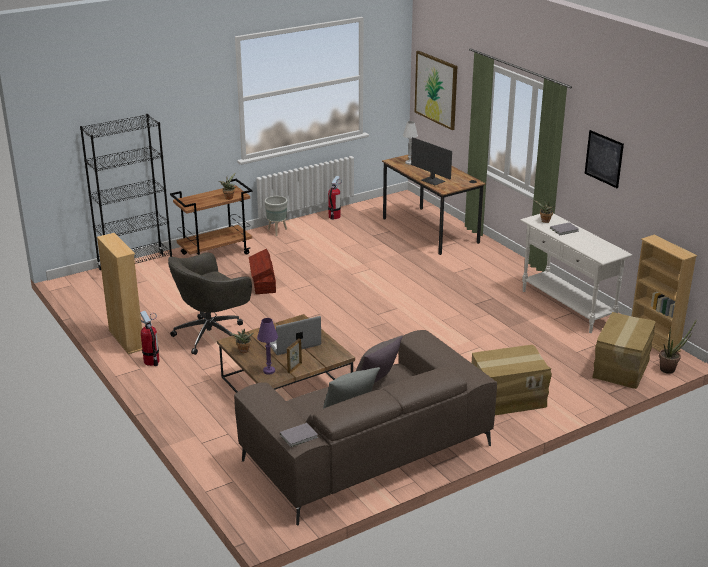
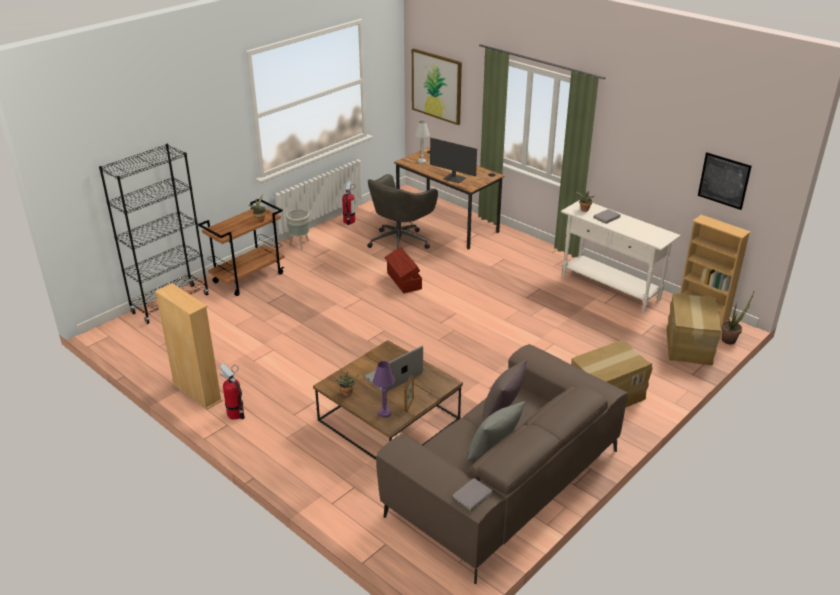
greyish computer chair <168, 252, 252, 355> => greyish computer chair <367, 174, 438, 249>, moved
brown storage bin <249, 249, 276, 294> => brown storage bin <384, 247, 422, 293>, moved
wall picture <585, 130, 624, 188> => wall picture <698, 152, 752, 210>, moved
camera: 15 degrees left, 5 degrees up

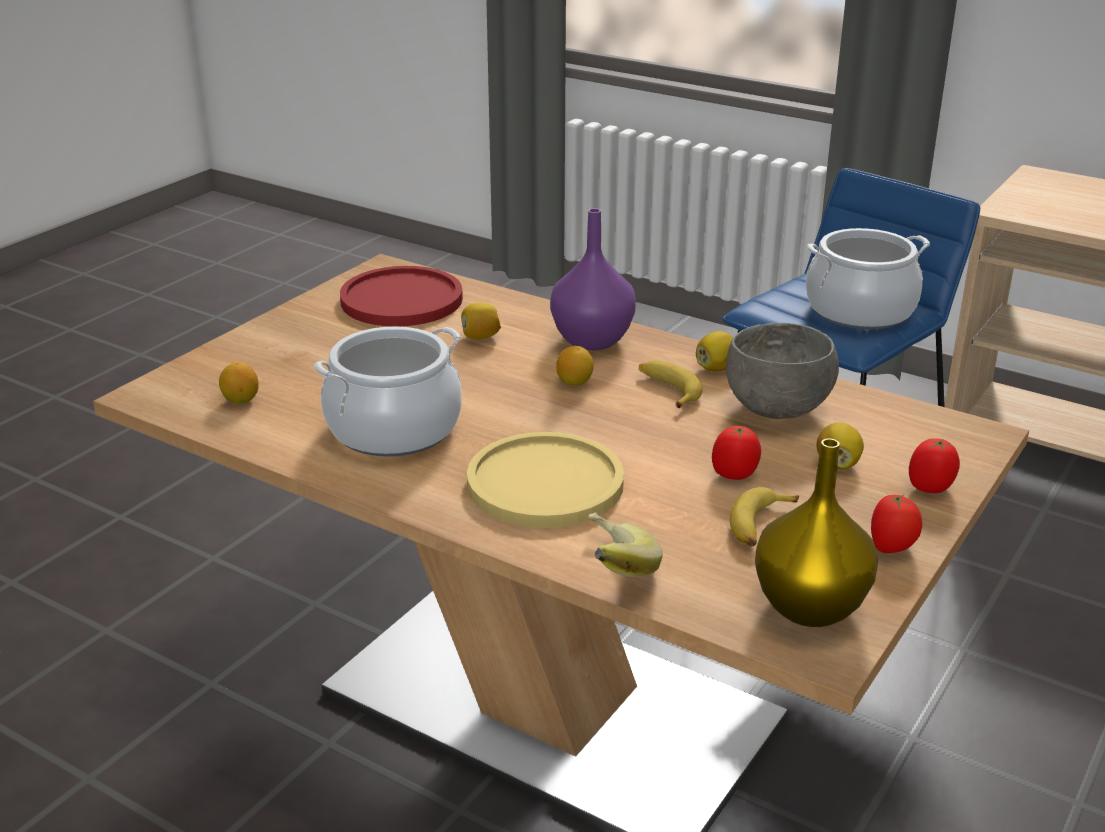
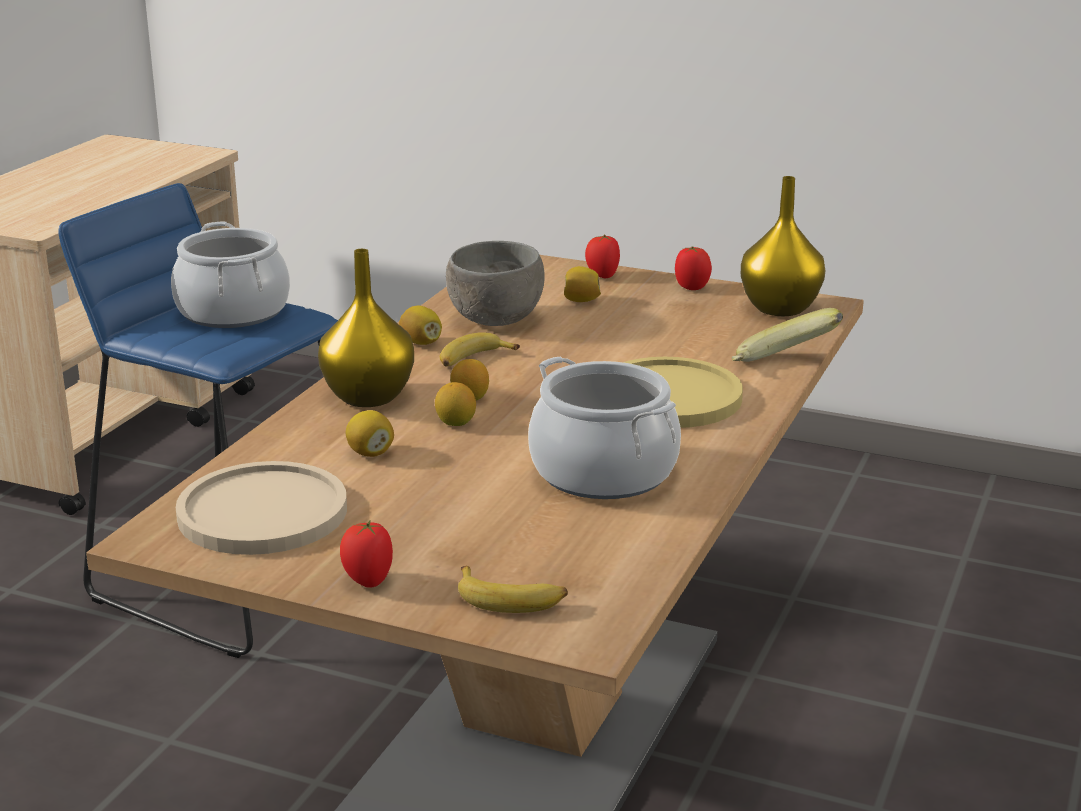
red dinner plate <340, 266, 463, 327> => sand-coloured dinner plate <176, 461, 347, 555>
purple-coloured flower vase <550, 208, 636, 350> => yellow-coloured flower vase <318, 249, 414, 407>
fresh tomato <712, 426, 761, 480> => fresh tomato <340, 520, 393, 588>, moved
whole lemon <219, 362, 259, 404> => whole lemon <435, 382, 476, 426>, moved
banana <730, 487, 799, 546> => banana <458, 566, 568, 613>, moved
camera: 100 degrees left, 5 degrees down

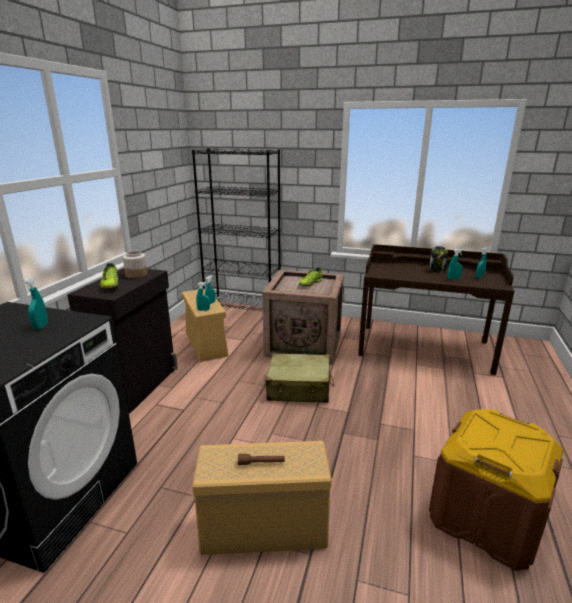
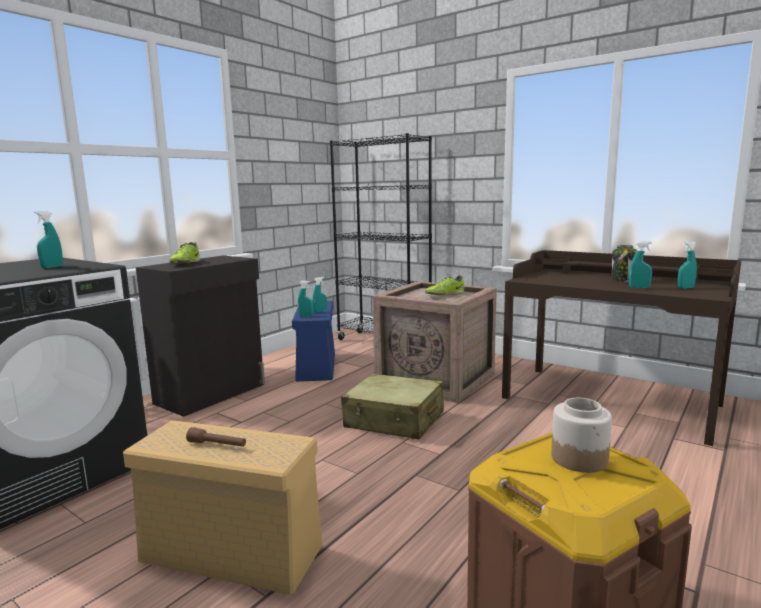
sand-coloured storage bin <182, 289, 229, 362> => blue-coloured storage bin <292, 301, 335, 382>
storage jar <123, 251, 148, 278> => storage jar <551, 398, 612, 473>, moved
camera: 20 degrees right, 10 degrees down

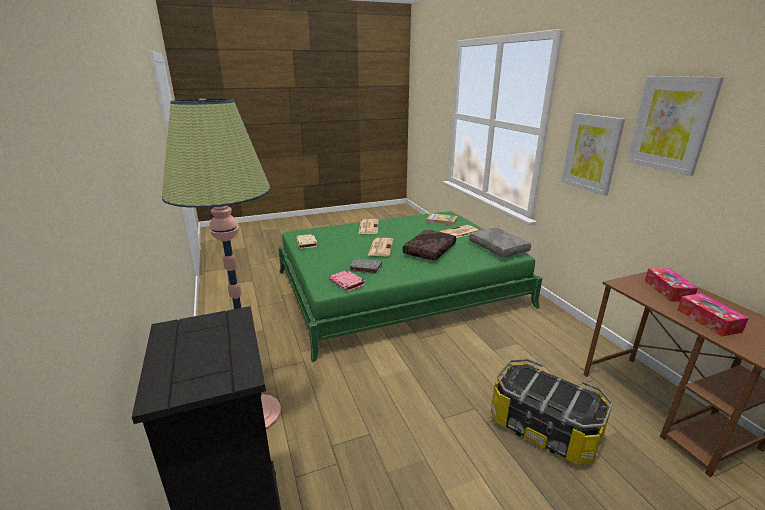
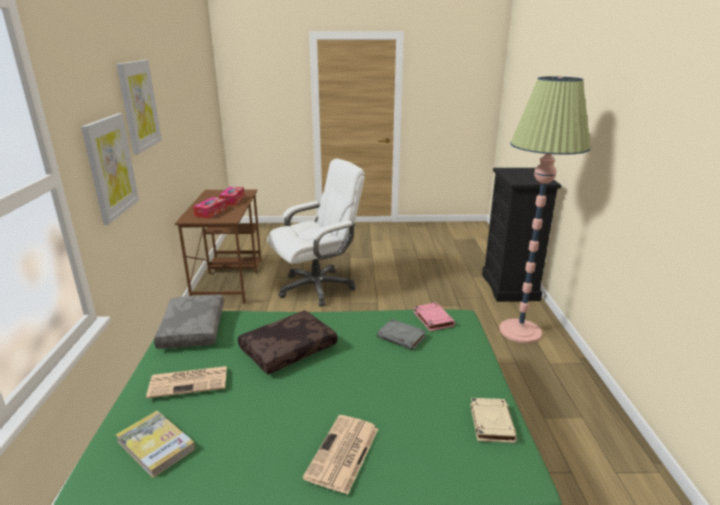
storage bin <491, 358, 613, 465> => white computer chair <267, 159, 365, 307>
newspaper <368, 238, 394, 256> => nothing
camera: 160 degrees left, 0 degrees up

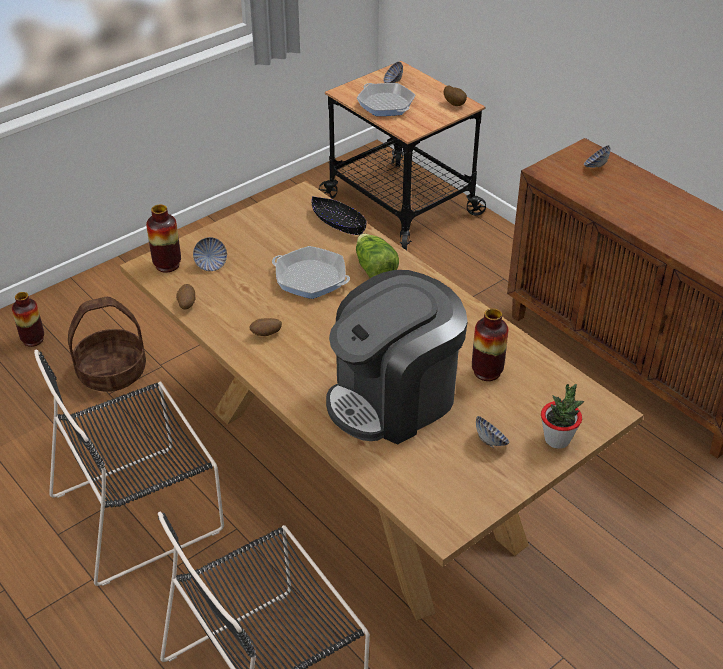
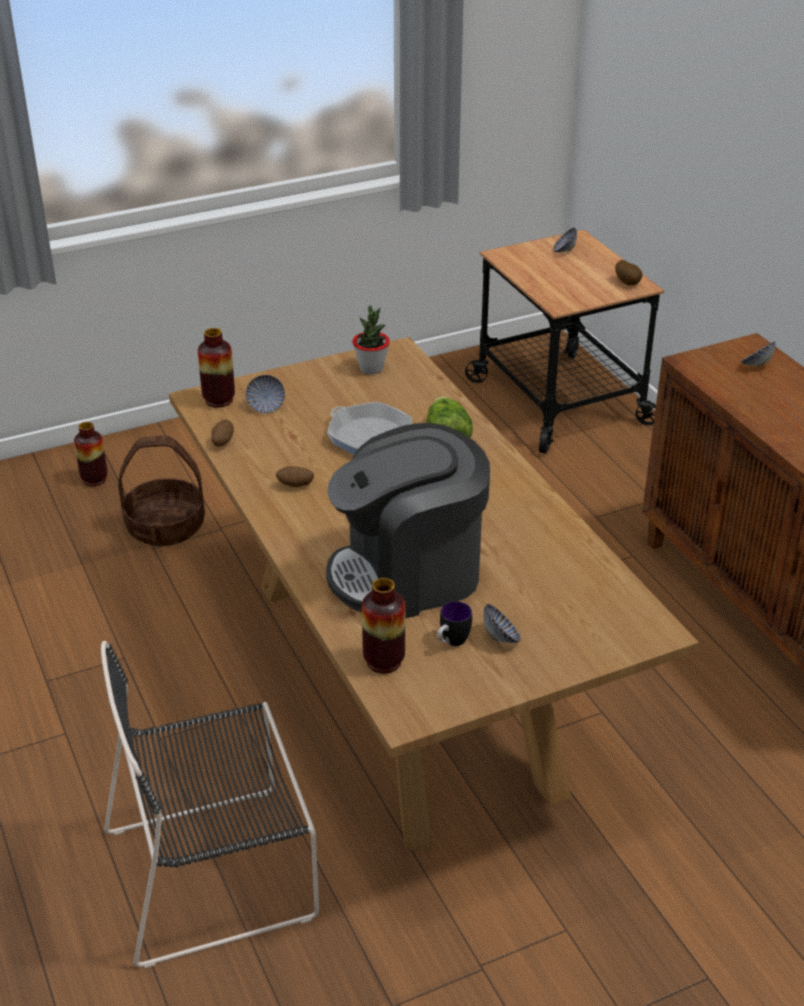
plant in a pot <541, 384, 584, 449> => plant in a pot <352, 305, 390, 374>, moved
flower vase <472, 308, 508, 381> => flower vase <362, 578, 405, 673>, moved
nothing => mug <437, 601, 472, 646>
black-coloured plain chair <34, 349, 224, 586> => nothing
black-coloured bowl <312, 196, 367, 235> => nothing
pan <357, 83, 415, 116> => nothing
camera: 15 degrees right, 5 degrees down

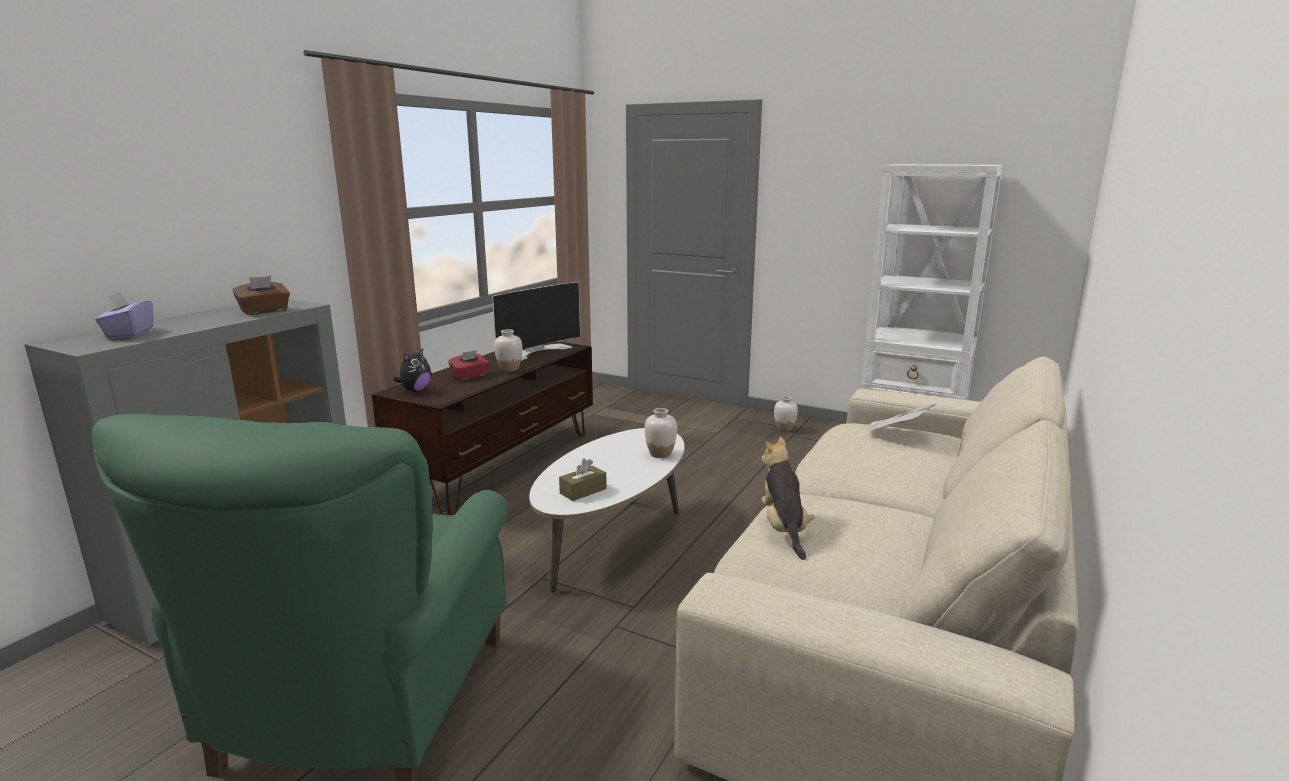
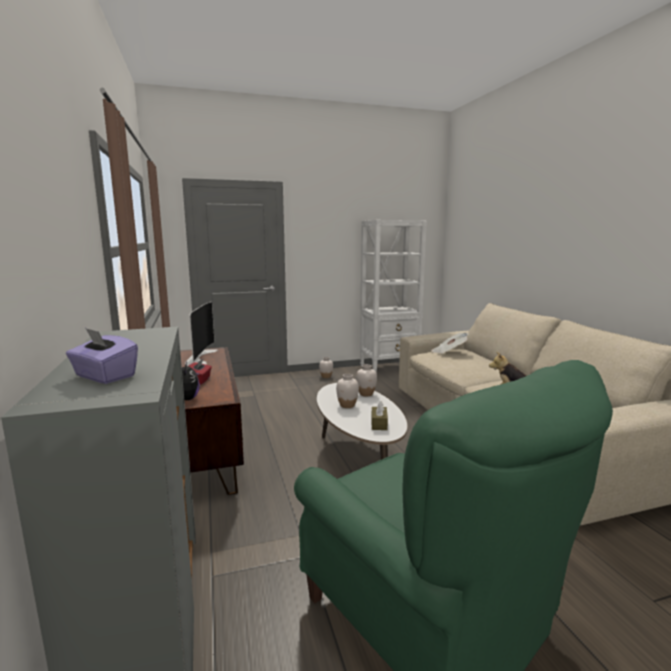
white flower vase <494, 329, 523, 372> => white flower vase <336, 374, 359, 408>, moved
brown tissue holder <232, 276, 290, 315> => nothing
camera: 45 degrees left, 5 degrees down

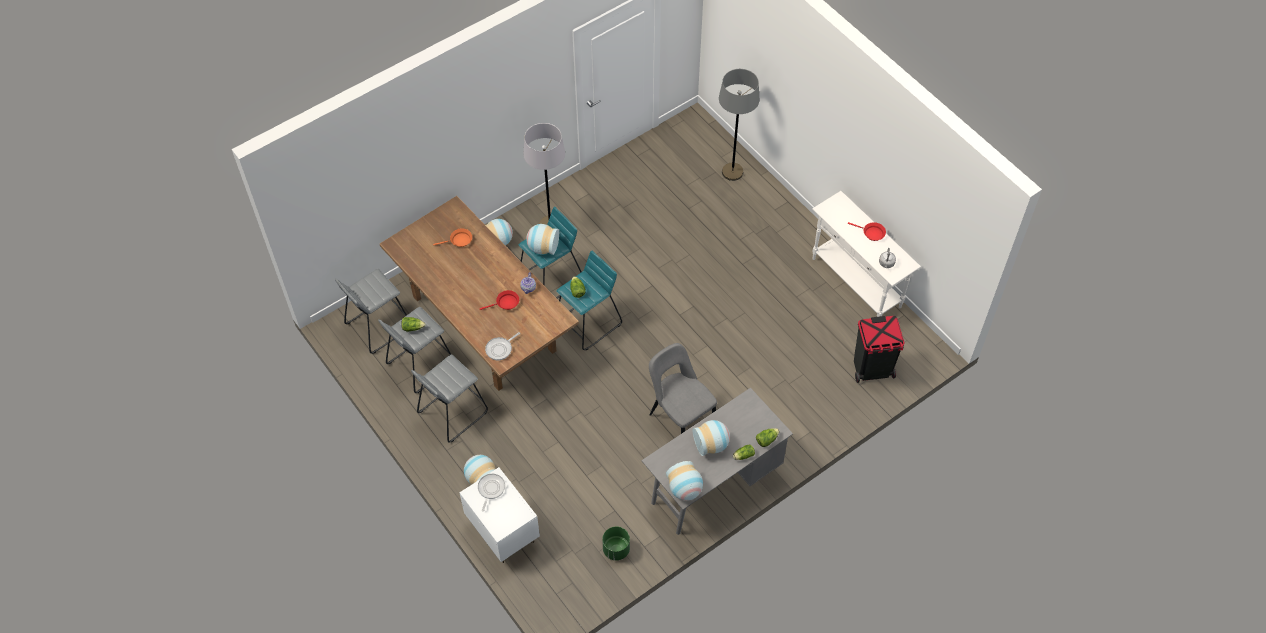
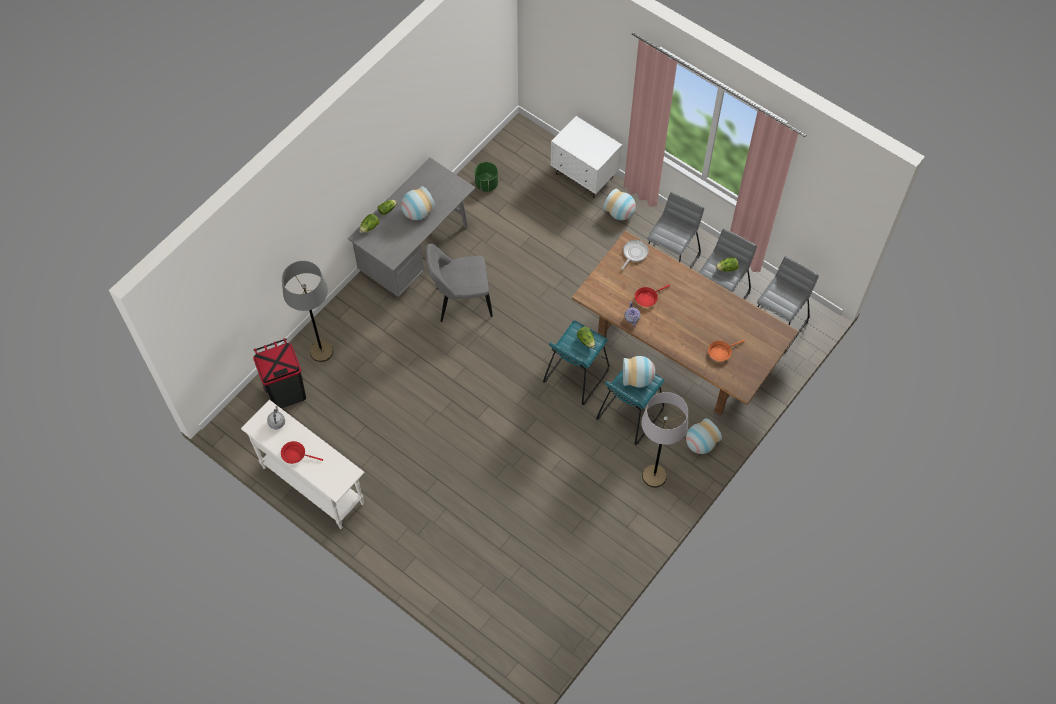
greyish standing lamp <719, 69, 759, 181> => greyish standing lamp <282, 261, 333, 362>, moved
greyish plain chair <649, 343, 717, 434> => greyish plain chair <426, 244, 493, 322>, 135 degrees clockwise
pan <478, 474, 505, 511> => nothing
flower vase <666, 461, 703, 500> => nothing
camera: 165 degrees right, 5 degrees up

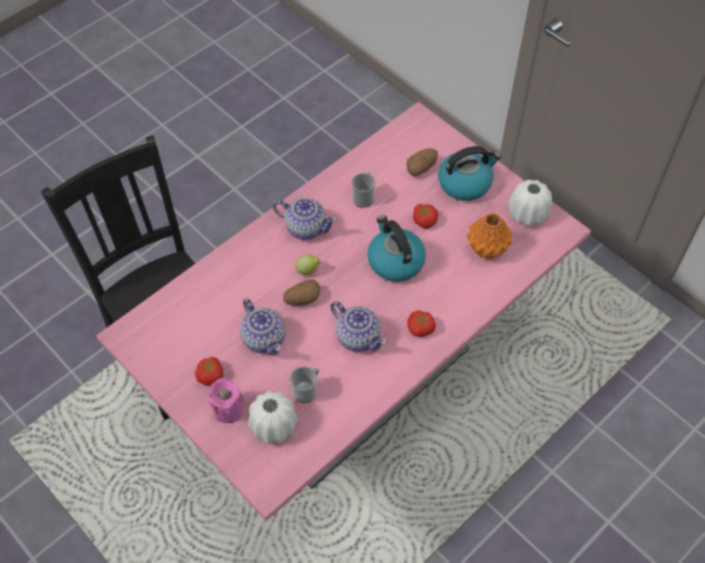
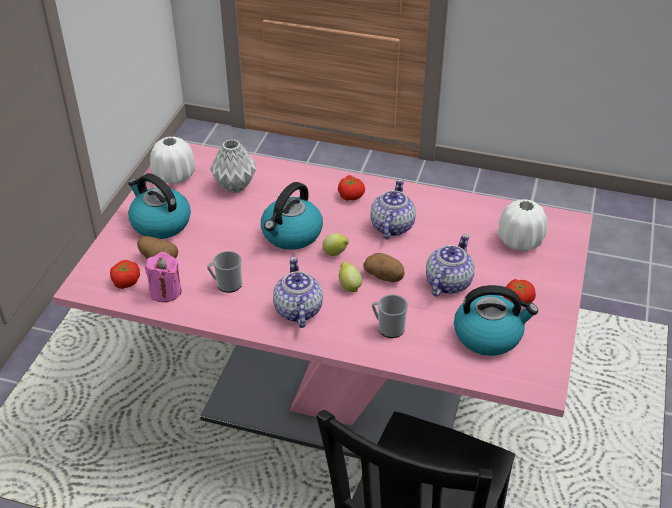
fresh tomato <413, 204, 438, 228> => fresh tomato <110, 260, 140, 289>, moved
pink wax candle <209, 378, 245, 423> => pink wax candle <145, 252, 181, 302>, moved
orangey flower vase <467, 213, 512, 259> => greyish flower vase <210, 139, 256, 193>
nothing => whole lemon <322, 233, 349, 256>
mug <290, 366, 319, 403> => mug <372, 295, 408, 338>, moved
nothing => tea kettle <454, 285, 538, 356>
camera: 120 degrees left, 15 degrees down

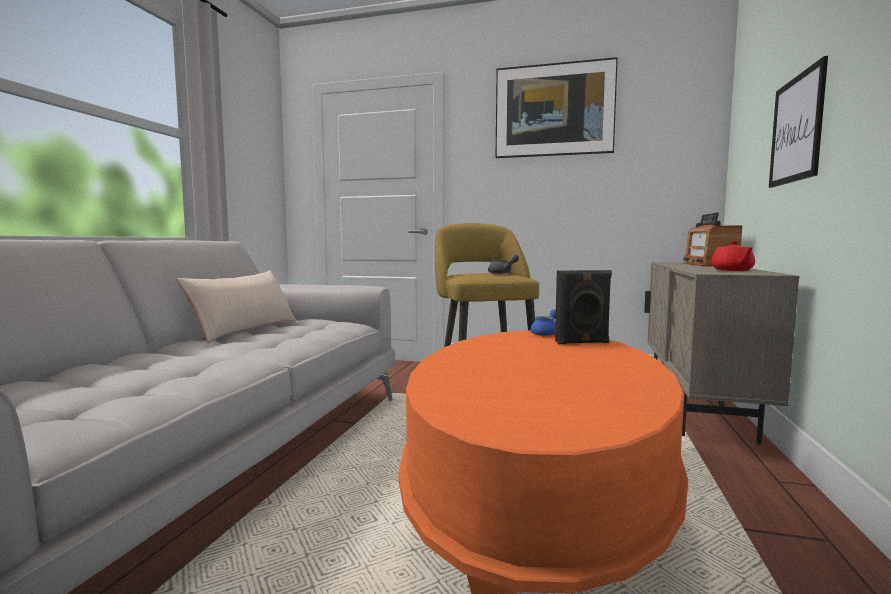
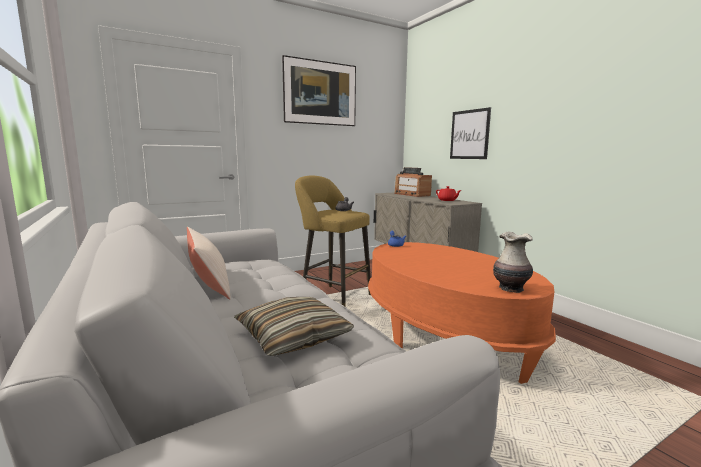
nothing => cushion <234, 297, 354, 356>
nothing => flower vase <493, 232, 533, 293>
black-coloured loudspeaker <555, 270, 612, 344> => nothing
camera: 45 degrees left, 5 degrees up

